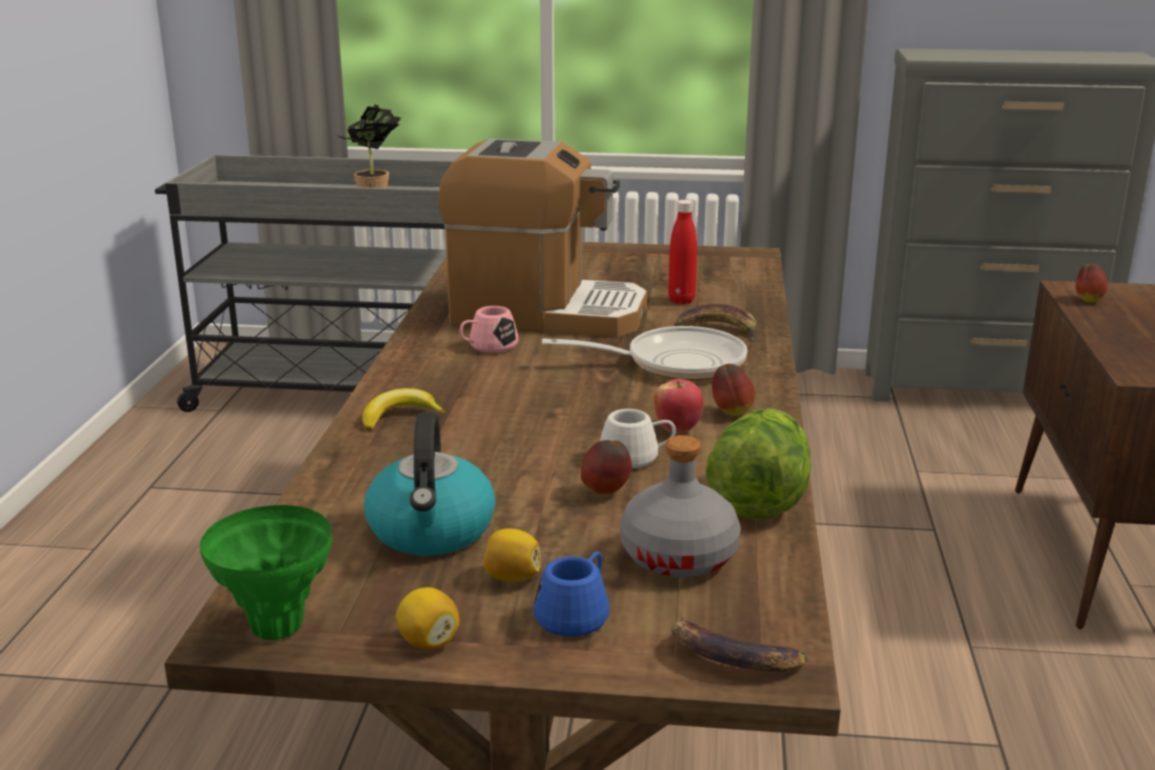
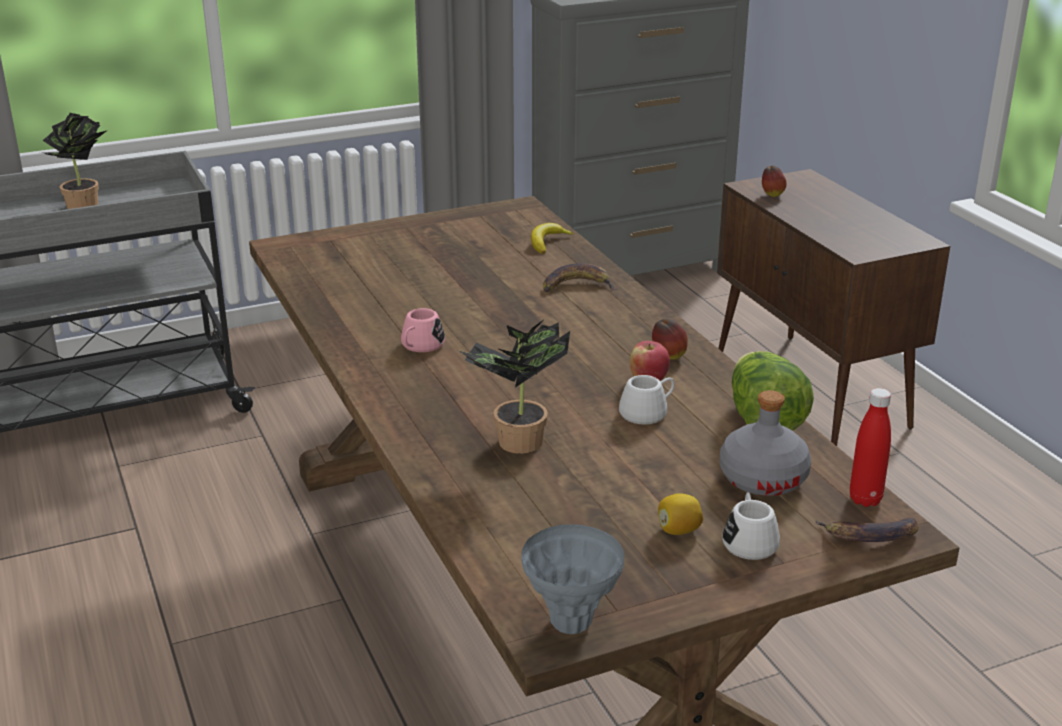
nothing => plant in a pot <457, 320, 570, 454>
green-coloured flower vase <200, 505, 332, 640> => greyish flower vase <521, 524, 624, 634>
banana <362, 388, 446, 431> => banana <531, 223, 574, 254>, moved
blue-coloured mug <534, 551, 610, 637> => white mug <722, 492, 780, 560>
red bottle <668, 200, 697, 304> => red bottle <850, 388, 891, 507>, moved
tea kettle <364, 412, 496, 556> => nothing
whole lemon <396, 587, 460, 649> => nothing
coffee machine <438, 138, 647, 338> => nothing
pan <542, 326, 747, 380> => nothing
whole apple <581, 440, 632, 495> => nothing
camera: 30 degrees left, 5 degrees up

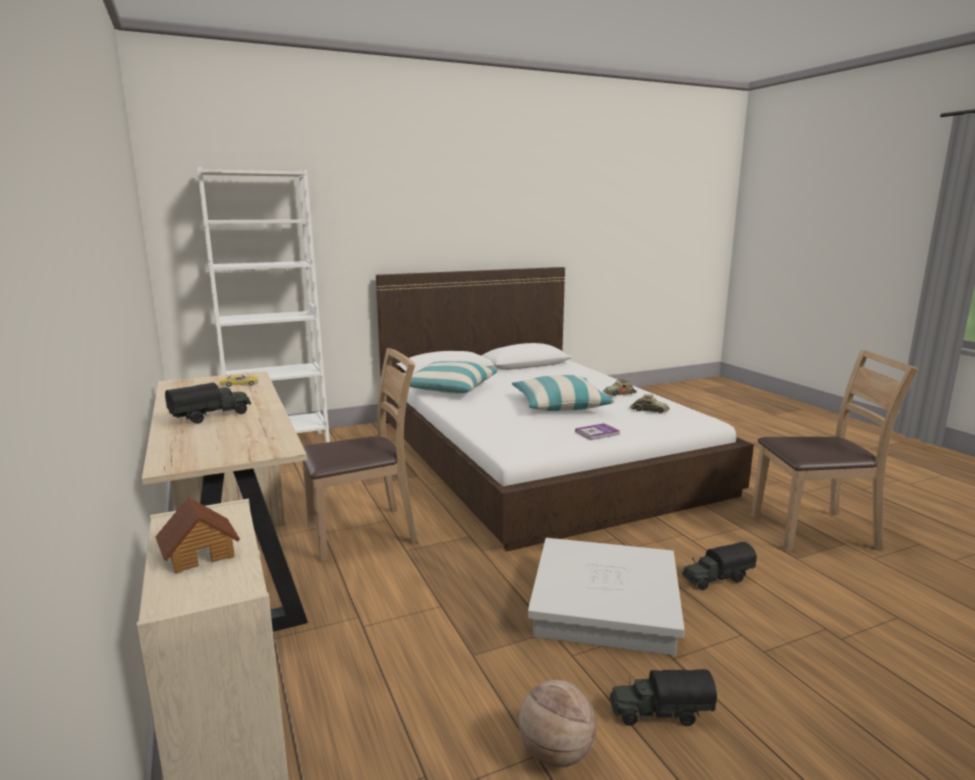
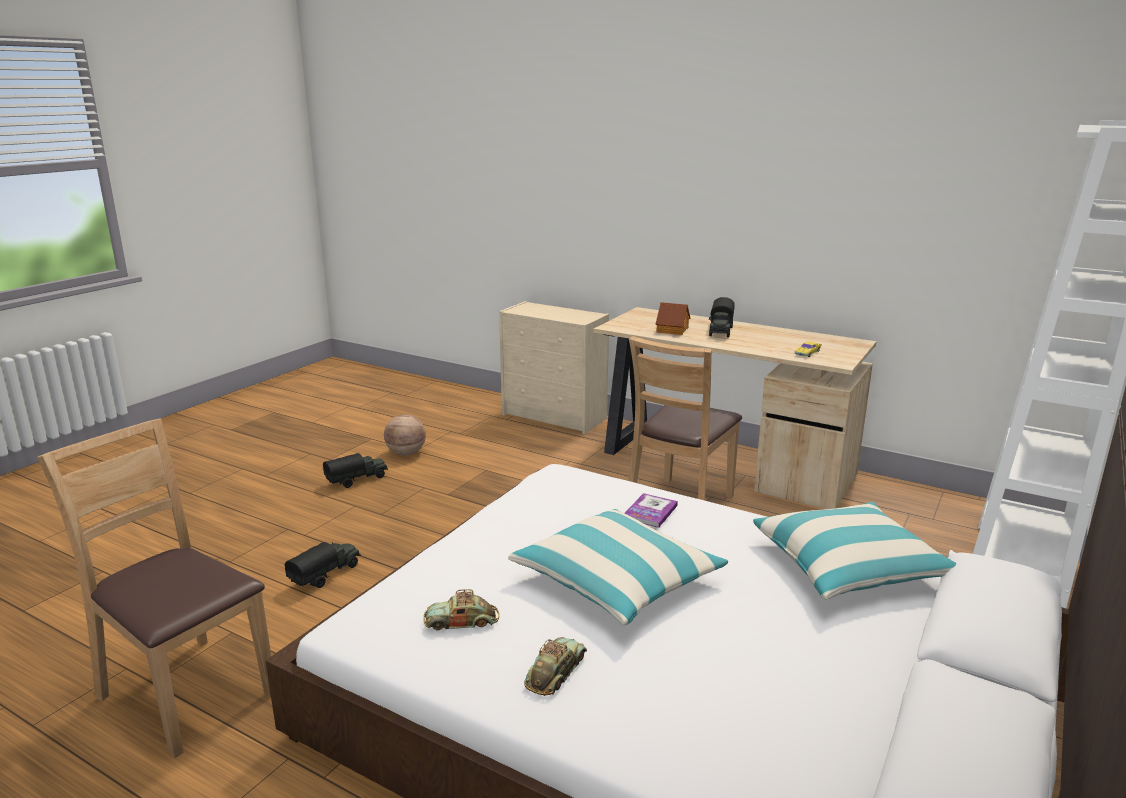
brown plain chair <752, 349, 919, 551> => brown plain chair <37, 419, 271, 758>, 75 degrees clockwise
volume <575, 423, 620, 440> => volume <625, 493, 678, 528>, moved
model house <156, 497, 240, 574> => model house <656, 302, 690, 335>, moved
white storage bin <528, 538, 684, 656> => nothing
camera: 145 degrees right, 5 degrees up

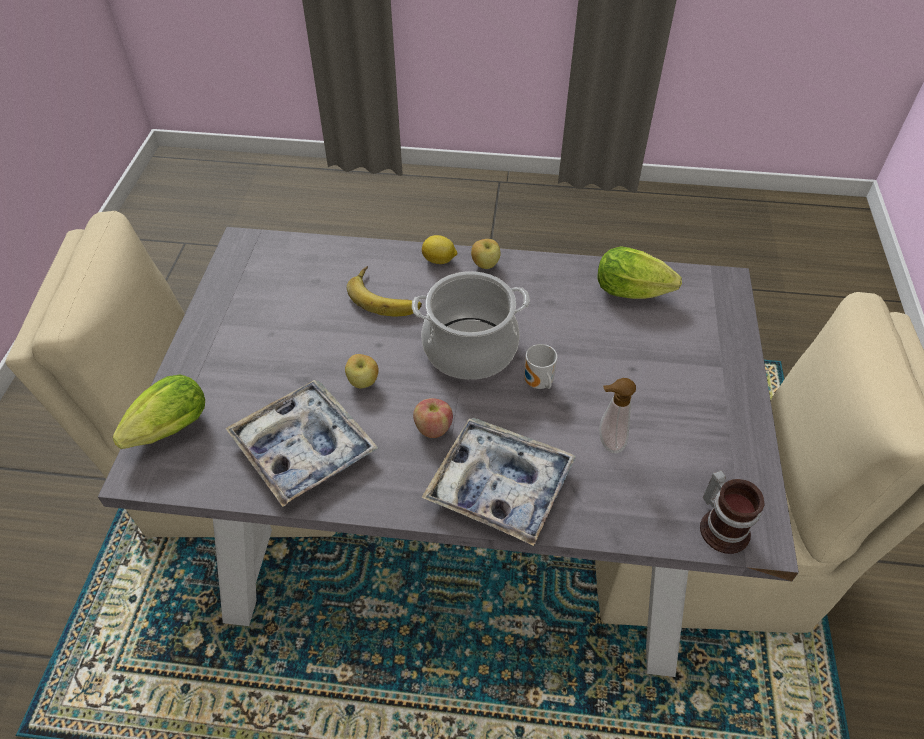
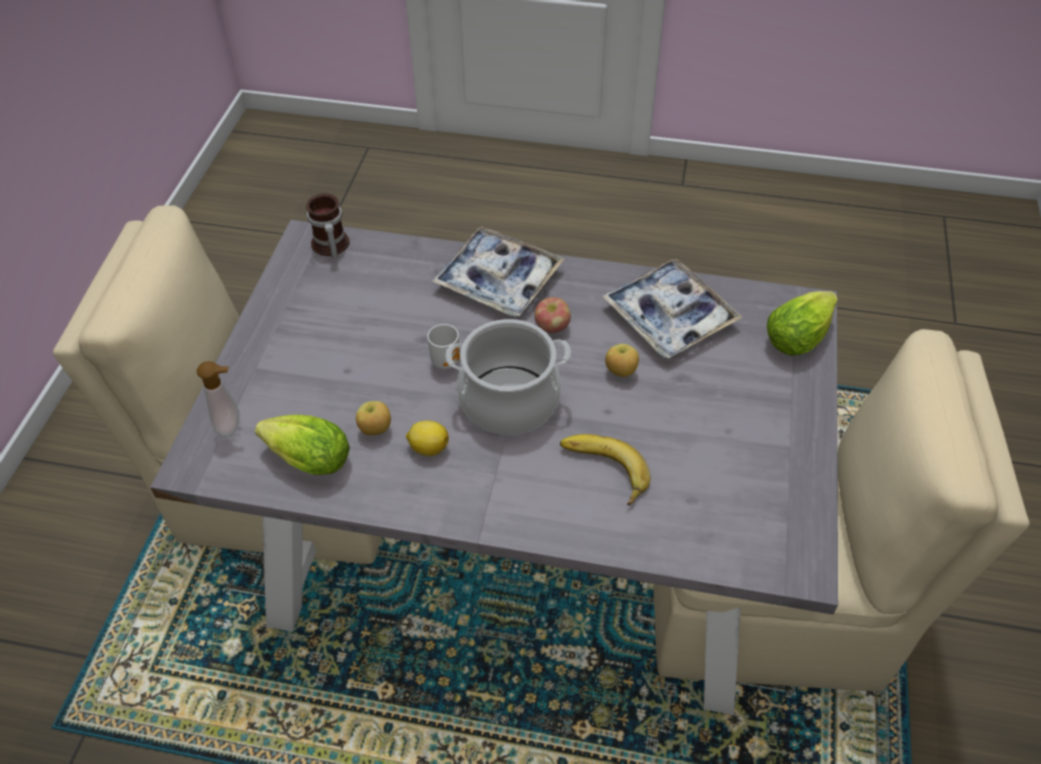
soap dispenser <599, 378, 636, 454> => soap dispenser <197, 361, 240, 437>, moved
whole apple <471, 239, 500, 269> => whole apple <356, 401, 391, 435>, moved
whole lemon <422, 235, 457, 264> => whole lemon <406, 421, 449, 456>, moved
camera: 175 degrees left, 0 degrees up

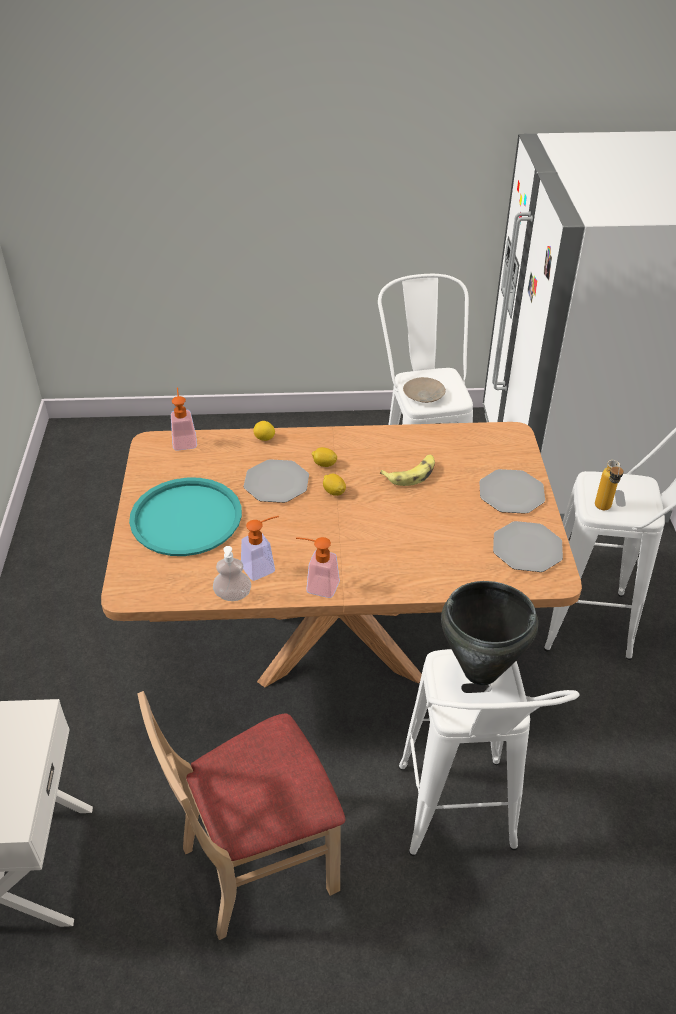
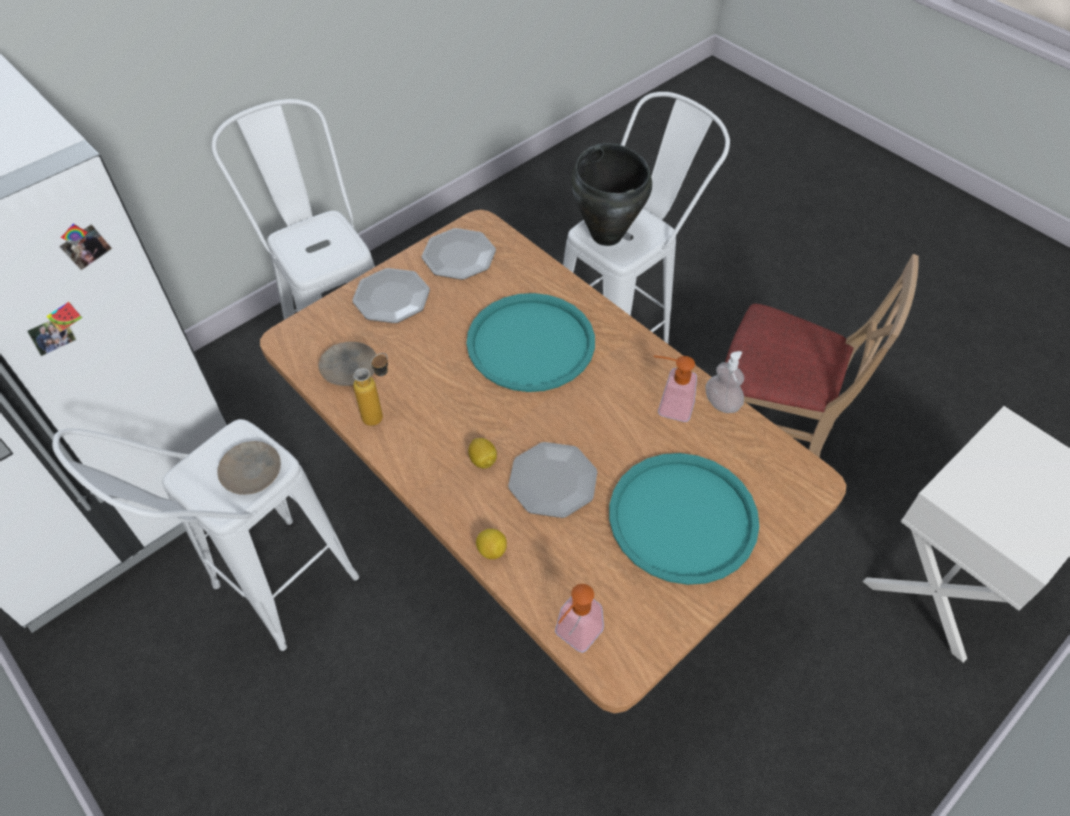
nothing => sand-coloured dinner plate <318, 342, 377, 386>
bottle <595, 460, 624, 510> => bottle <353, 353, 388, 426>, moved
nothing => turquoise serving tray <466, 293, 595, 392>
soap dispenser <296, 537, 340, 598> => nothing
whole lemon <323, 474, 346, 496> => nothing
banana <380, 455, 435, 486> => nothing
camera: 130 degrees left, 10 degrees up

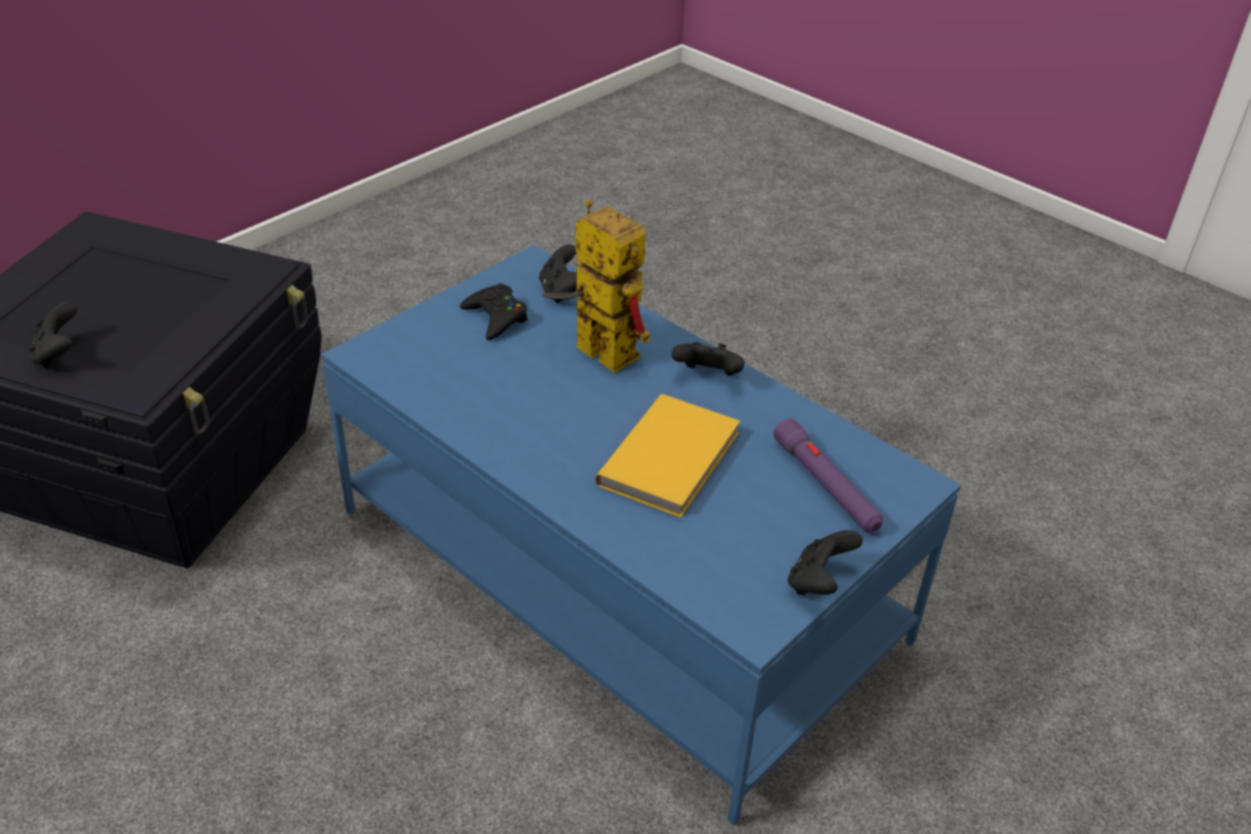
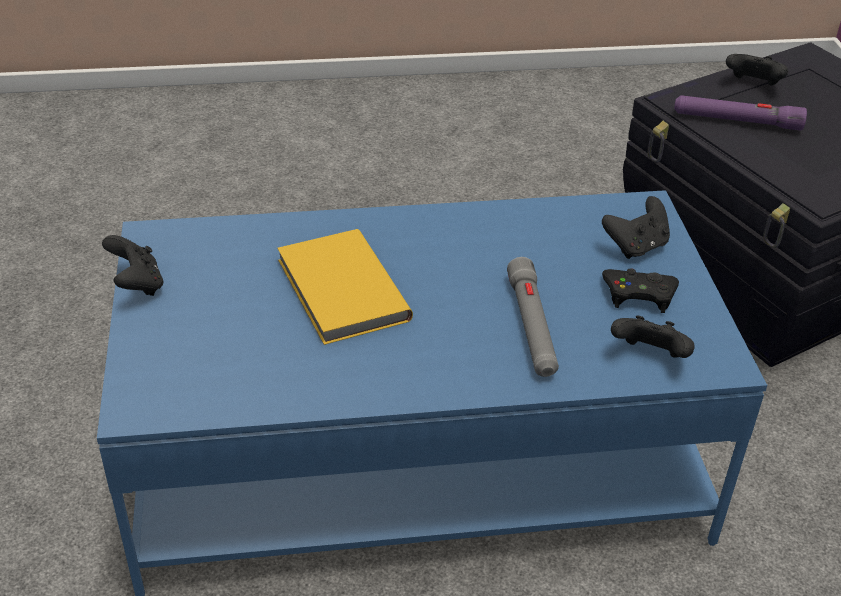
toy robot <542, 200, 651, 373> => greyish flashlight <507, 257, 559, 377>
black-coloured game controller <672, 342, 745, 376> => black-coloured game controller <602, 196, 670, 259>, moved
purple-coloured flashlight <774, 418, 883, 532> => purple-coloured flashlight <674, 95, 807, 131>, moved
camera: 130 degrees right, 0 degrees up

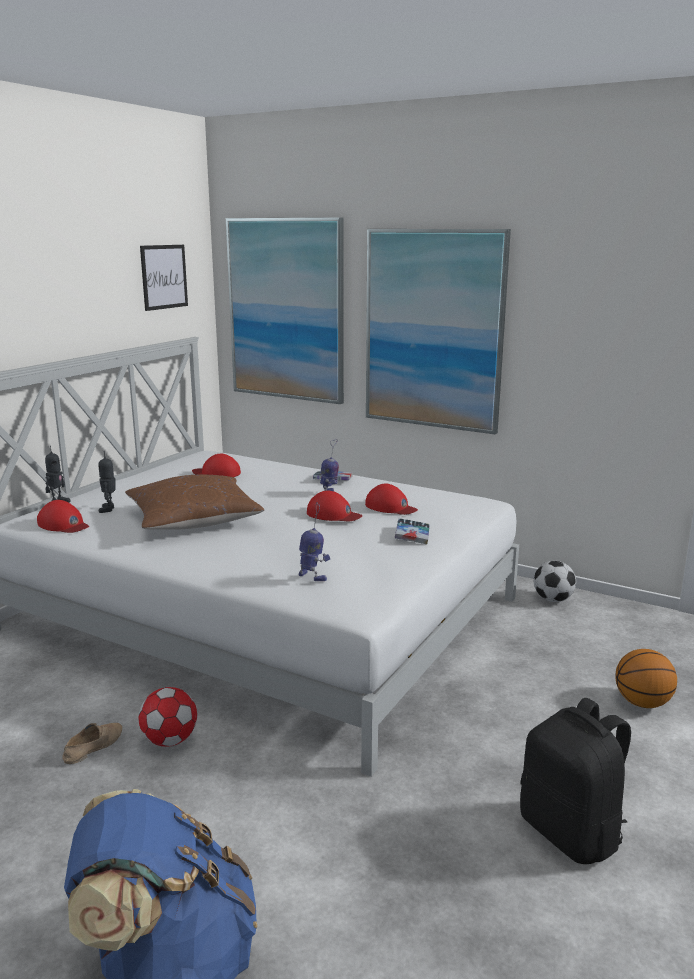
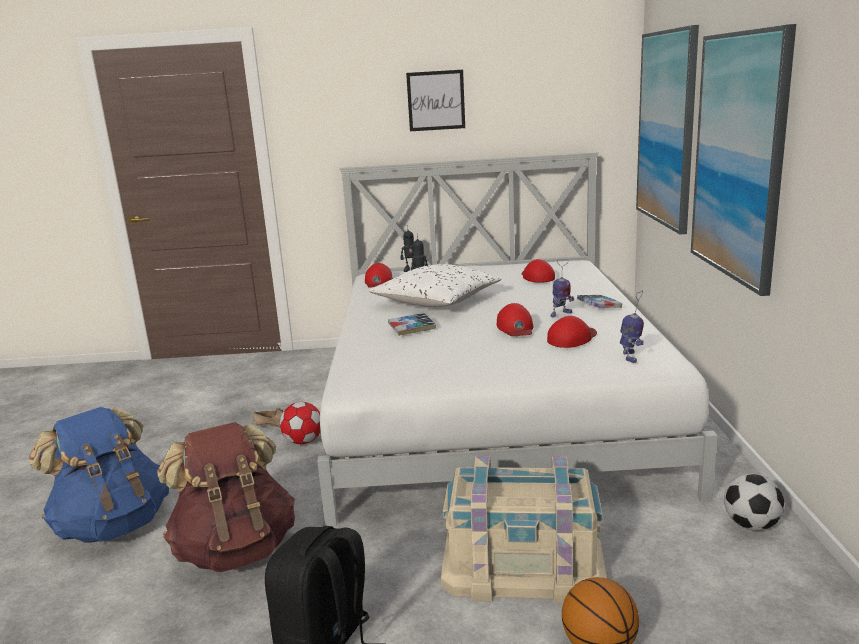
nothing => brown knapsack <158, 422, 295, 572>
brown cushion <125, 474, 264, 530> => white cushion <369, 264, 501, 307>
volume <395, 518, 430, 545> => volume <388, 313, 436, 336>, moved
wall picture <140, 245, 188, 311> => wall picture <406, 70, 465, 131>, moved
nothing => sand-coloured storage bin <441, 456, 607, 604>
red baseball cap <365, 484, 418, 515> => red baseball cap <547, 316, 597, 348>, 135 degrees counterclockwise
toy robot <299, 502, 330, 581> => toy robot <620, 291, 644, 363>, moved
camera: 60 degrees right, 0 degrees up

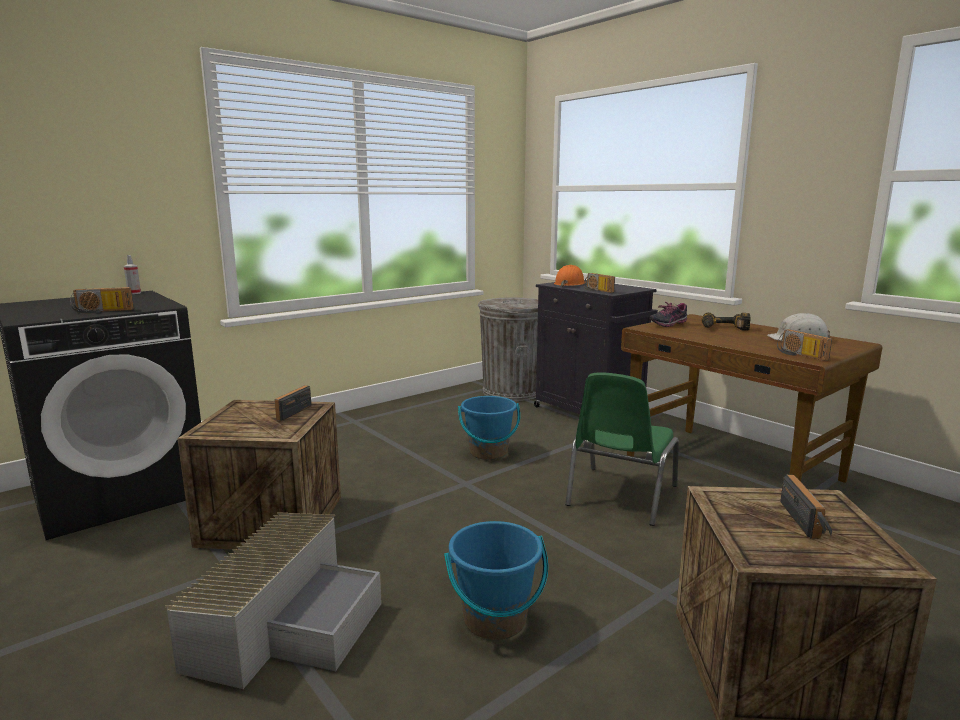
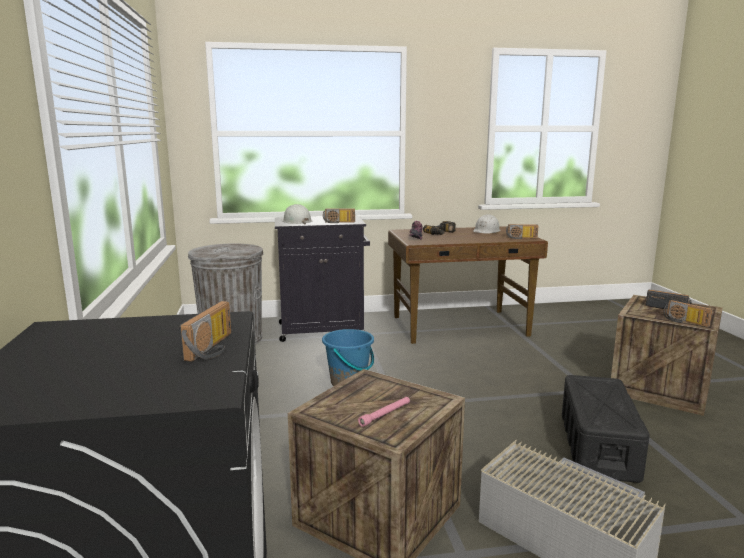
orangey hard hat <554, 265, 585, 287> => white hard hat <281, 204, 312, 225>
nothing => pink flashlight <358, 397, 410, 427>
blue-coloured pail <444, 521, 548, 640> => black-coloured storage bin <562, 375, 650, 483>
radio receiver <275, 385, 311, 421> => radio receiver <664, 300, 713, 327>, moved
hand sprayer <124, 255, 141, 294> => nothing
green-coloured plain chair <565, 372, 679, 526> => nothing
camera: 60 degrees left, 0 degrees up

